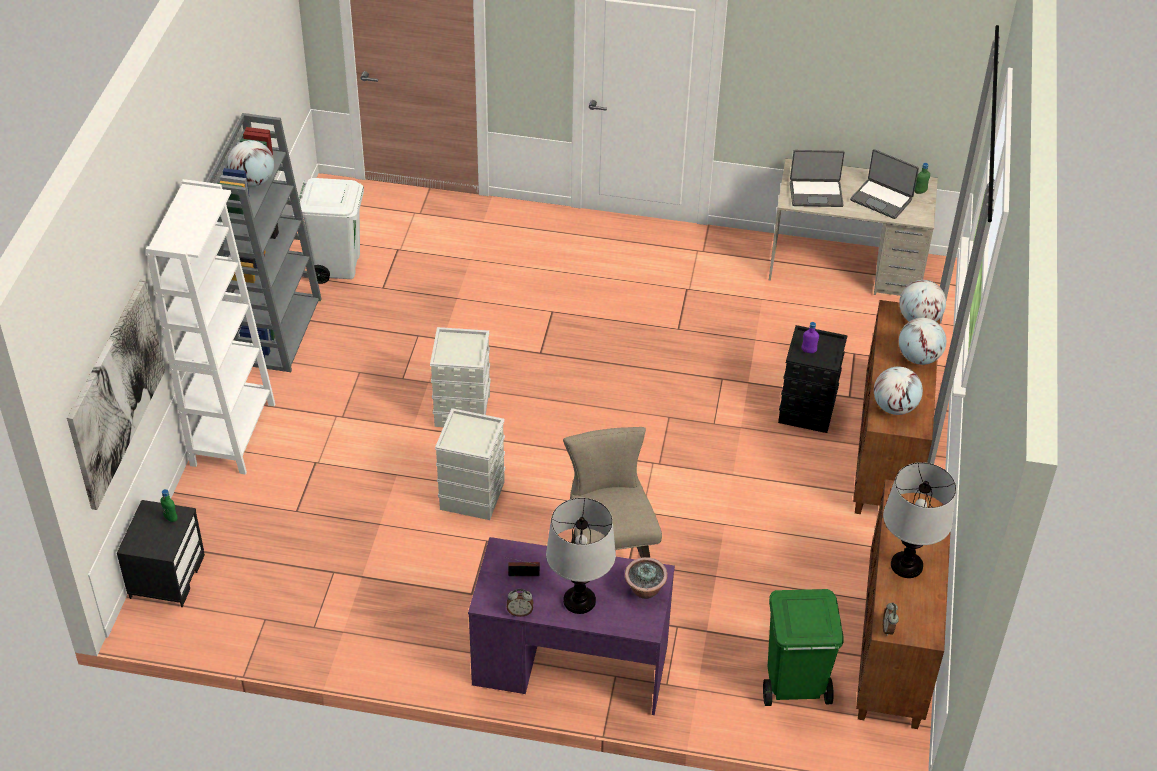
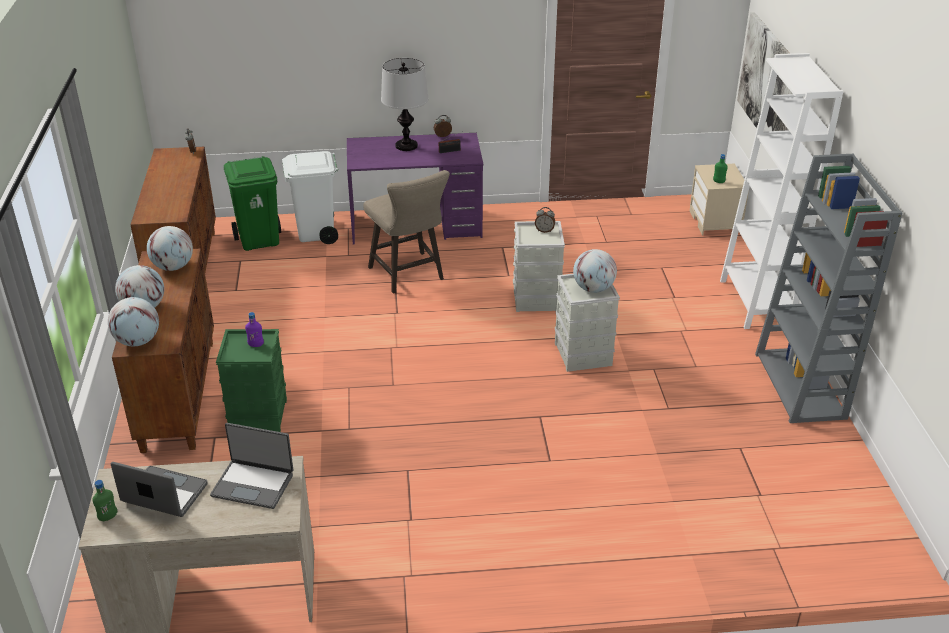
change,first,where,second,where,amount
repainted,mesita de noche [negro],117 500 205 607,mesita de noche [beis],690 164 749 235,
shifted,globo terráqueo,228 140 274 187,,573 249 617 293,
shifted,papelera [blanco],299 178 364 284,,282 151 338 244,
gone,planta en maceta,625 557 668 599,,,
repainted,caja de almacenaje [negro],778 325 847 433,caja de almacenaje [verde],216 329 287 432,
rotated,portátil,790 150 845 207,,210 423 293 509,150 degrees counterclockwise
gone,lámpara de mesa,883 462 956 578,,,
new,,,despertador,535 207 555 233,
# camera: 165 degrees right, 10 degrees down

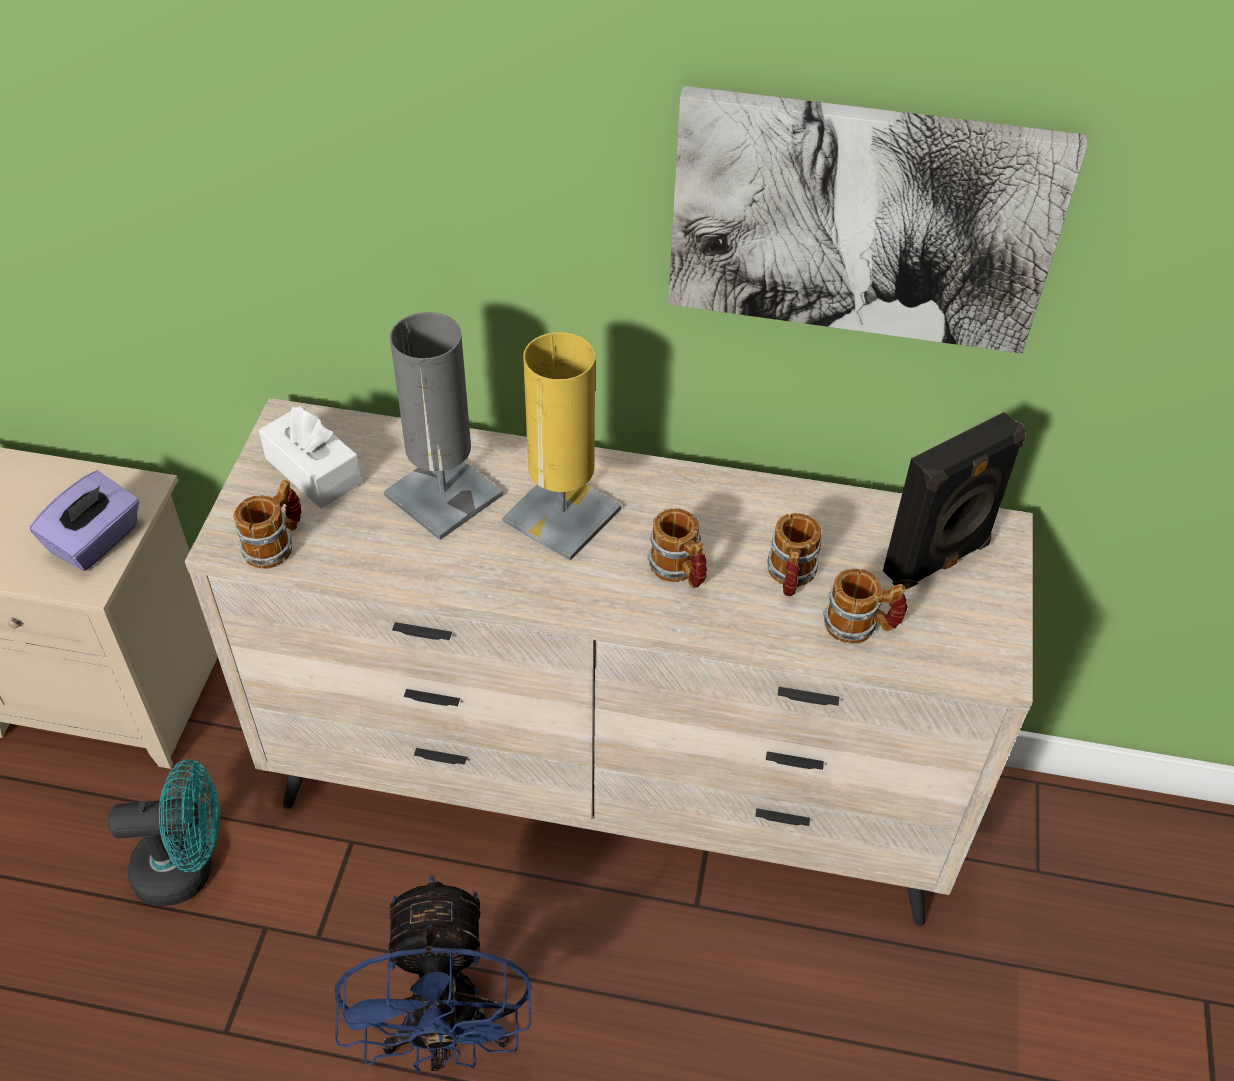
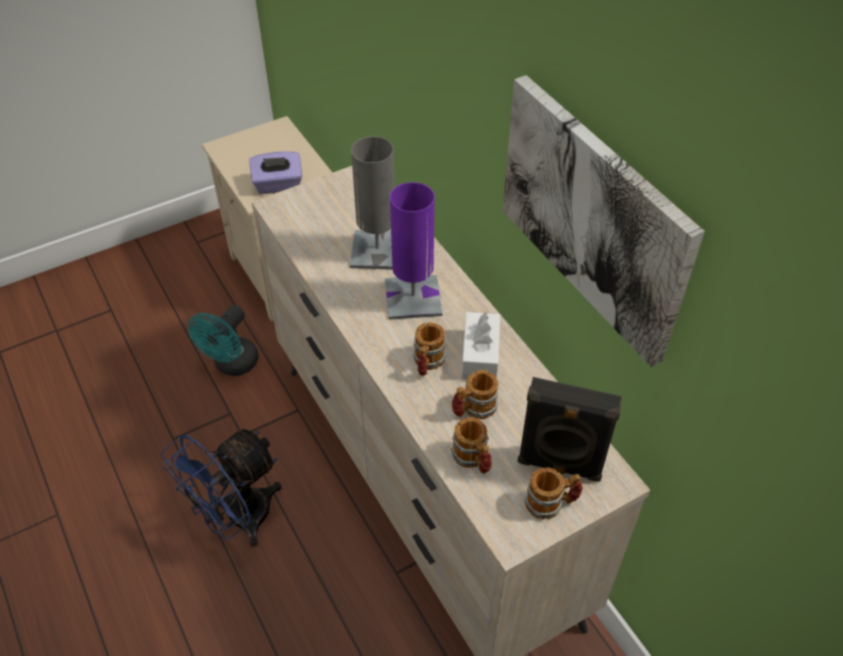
change,first,where,second,where,amount
rotated,ventilador [turquesa],108 759 219 906,,188 305 259 376,75 degrees clockwise
shifted,taza grande,234 480 302 569,,524 467 582 519,
shifted,caja de pañuelos [blanco],259 406 362 508,,462 312 500 379,
repainted,lámpara de mesa [amarillo],502 332 621 561,lámpara de mesa [morado],385 182 442 320,
# camera: 50 degrees right, 0 degrees up

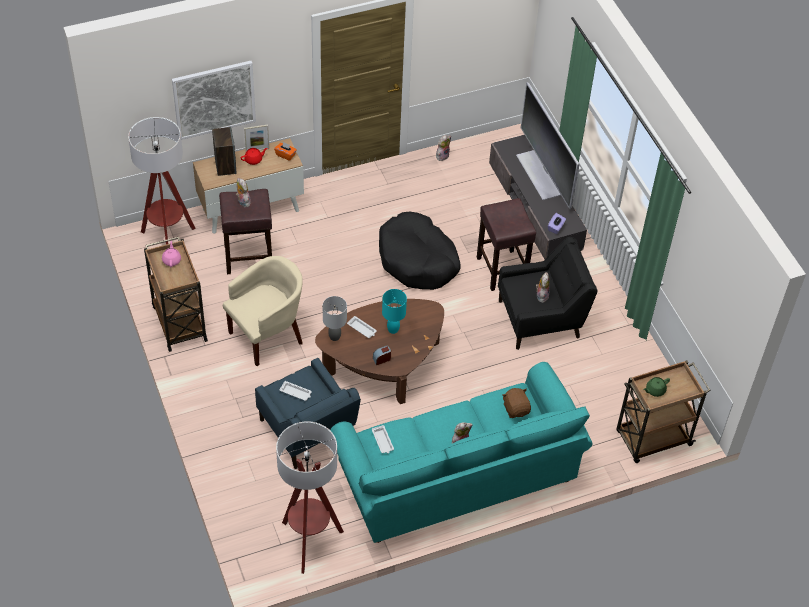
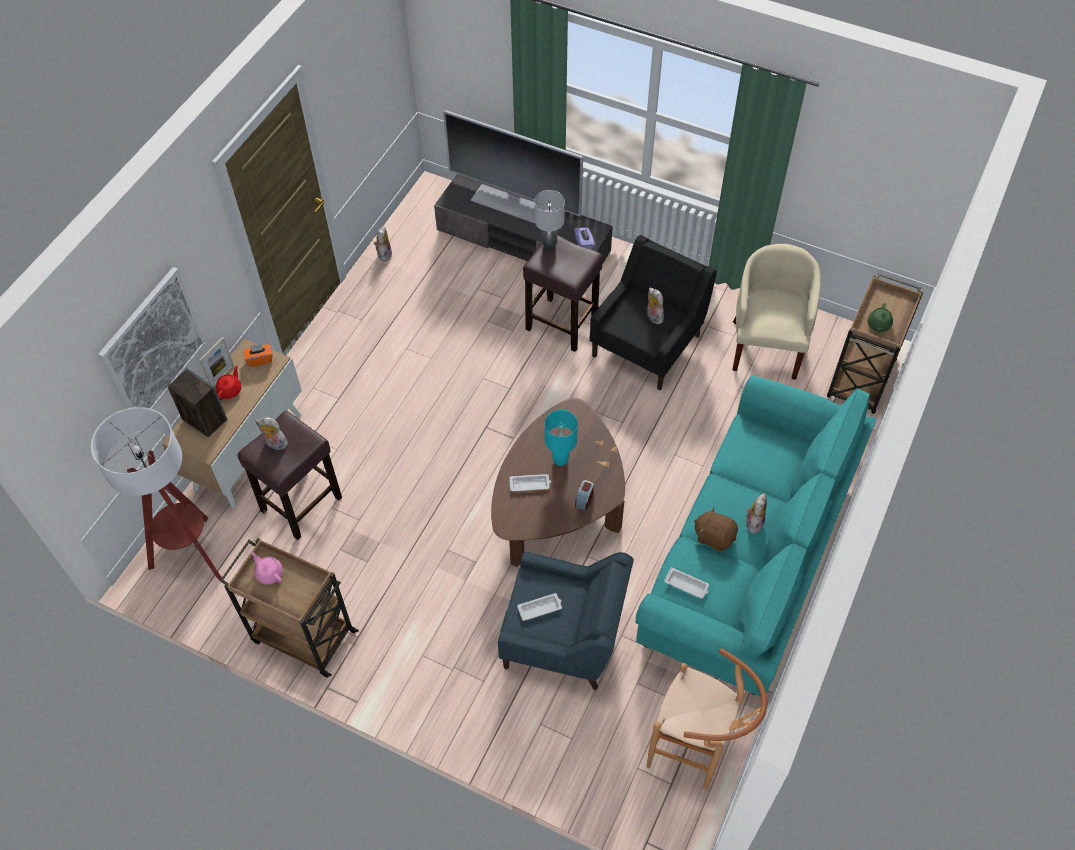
change,first,where,second,where,amount
shifted,sillón [beis],223 256 303 366,,733 244 821 380,
swapped,lámpara de pie,276 421 344 574,taburete [marrón],647 648 768 789,
shifted,lámpara de mesa [gris],323 296 347 341,,534 190 565 249,
gone,cama para perro [negro],379 211 461 290,,,
shifted,peluche [marrón],503 388 531 418,,694 507 738 551,
# camera: 40 degrees left, 5 degrees up

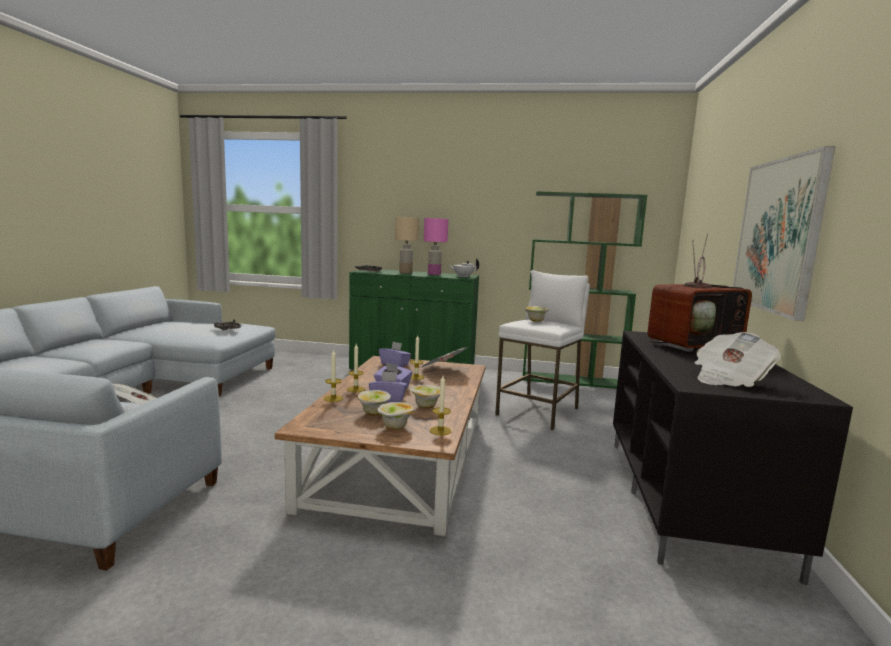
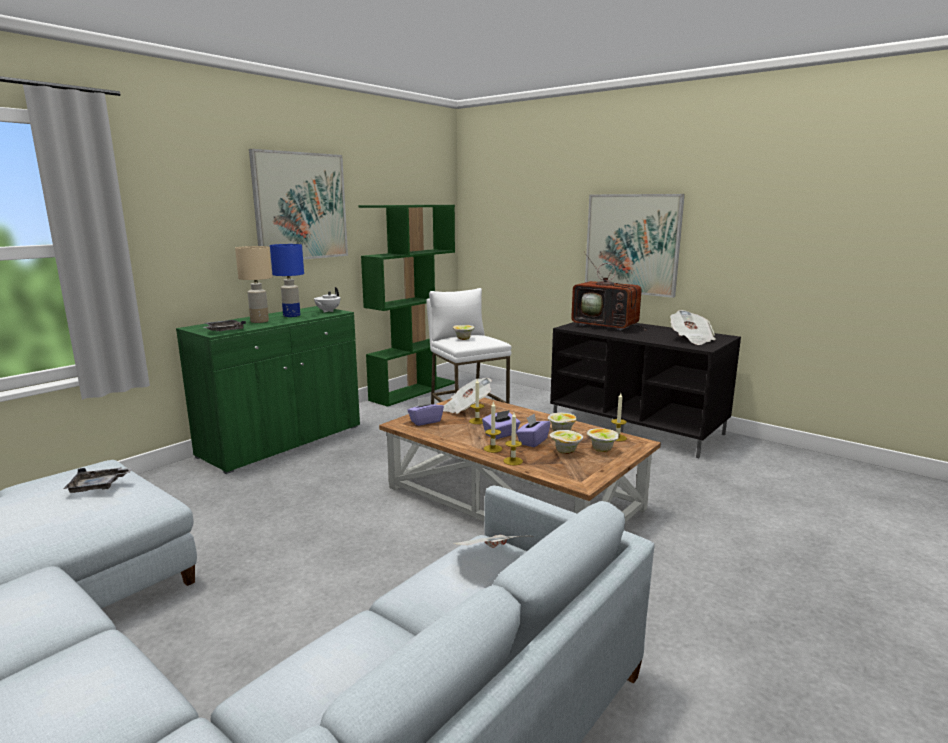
change,first,where,second,where,amount
repainted,lámpara de mesa [rosa],424 218 448 275,lámpara de mesa [azul],270 244 304 317,
rotated,televisor,648 234 752 352,,571 247 647 331,120 degrees clockwise
new,,,cuadro,249 149 348 260,
# camera: 60 degrees left, 5 degrees up

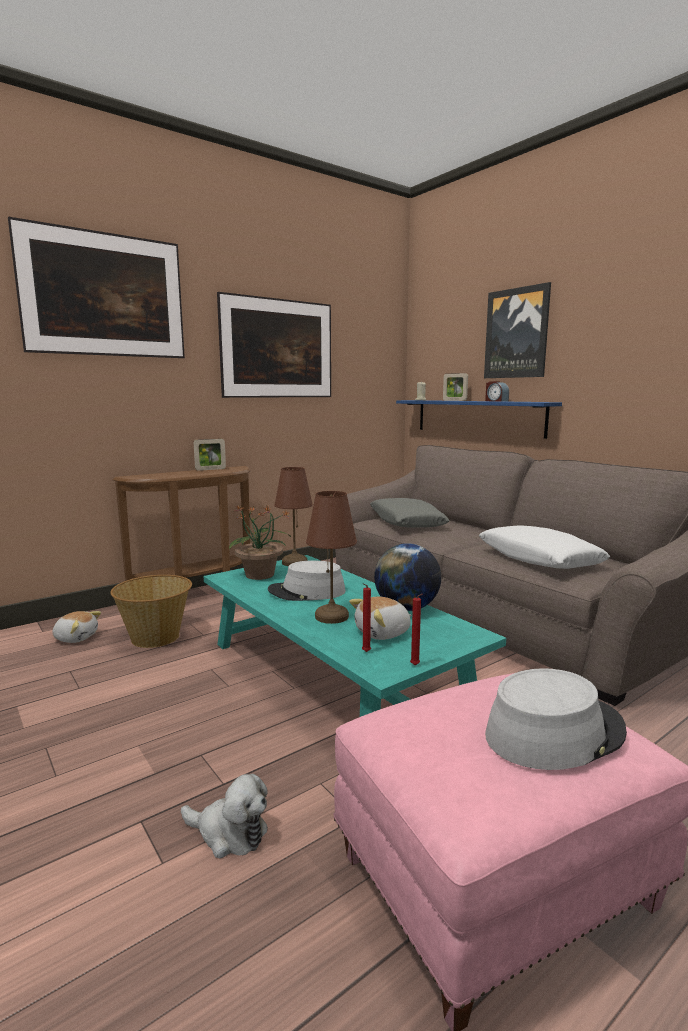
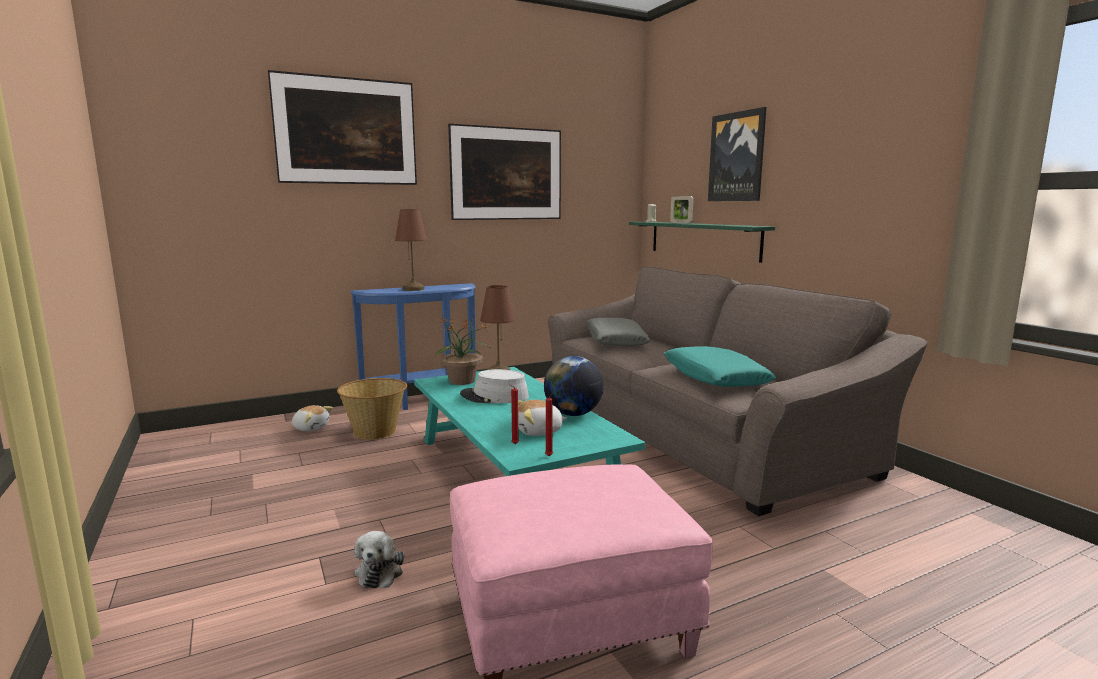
change,first,where,second,where,amount
repainted,mesa consola [marrón],113 466 251 581,mesa consola [azul],350 283 476 410,
rotated,peluche,181 774 268 858,,355 531 404 588,60 degrees clockwise
gone,portarretratos,194 439 226 471,,,
shifted,lámpara de mesa [marrón],306 491 357 624,,395 209 427 291,
repainted,estante [azul],396 400 562 439,estante [verde],629 222 775 263,
repainted,cojín [blanco],479 525 611 569,cojín [turquesa],664 346 776 387,
gone,despertador,485 381 509 402,,,
gone,sombrero [gris],485 668 627 770,,,
# camera: 10 degrees right, 0 degrees up

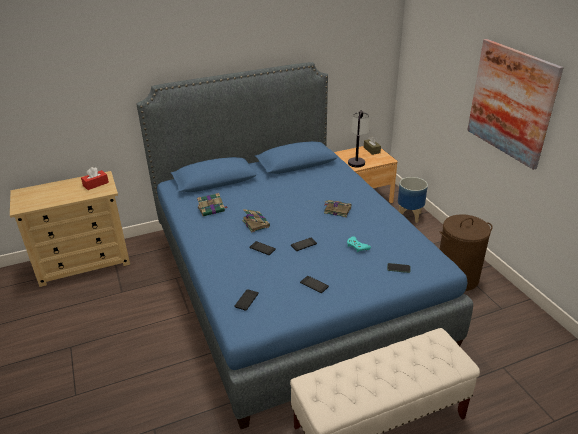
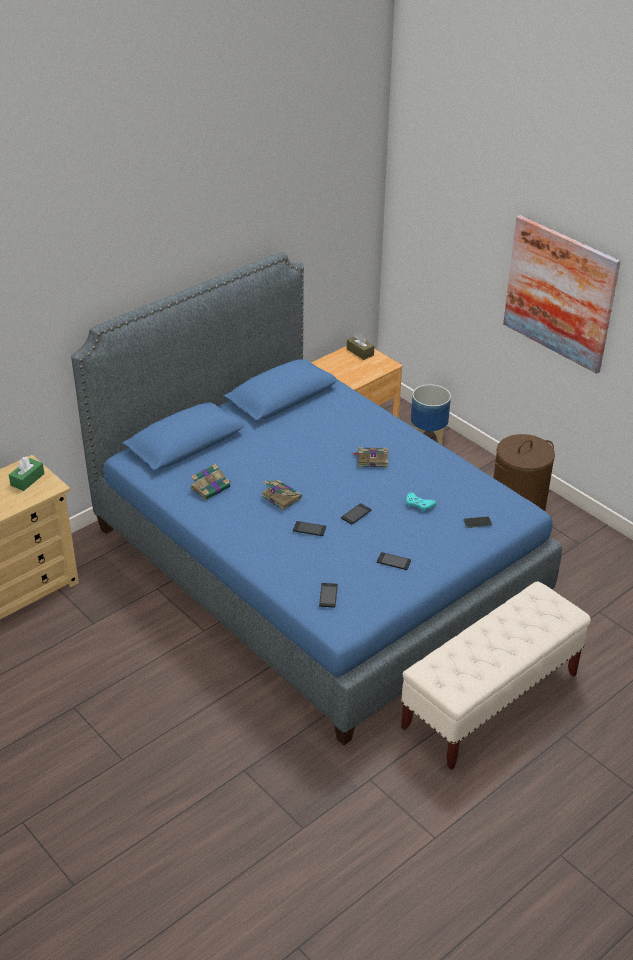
change,first,where,second,where,amount
repainted,caja de pañuelos [rojo],81 167 109 190,caja de pañuelos [verde],9 456 44 491,
gone,lámpara de mesa,348 110 369 167,,,
# camera: 20 degrees left, 5 degrees up

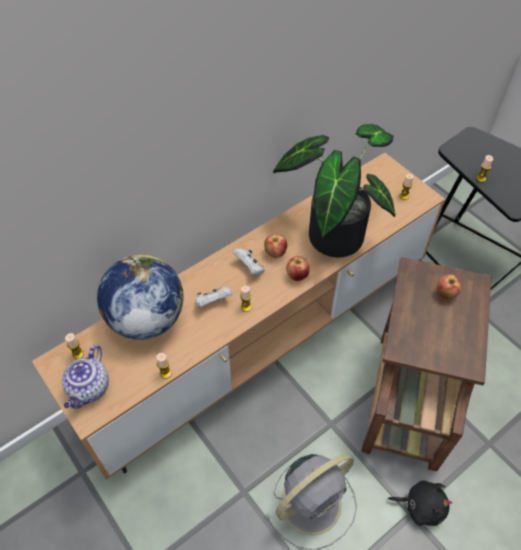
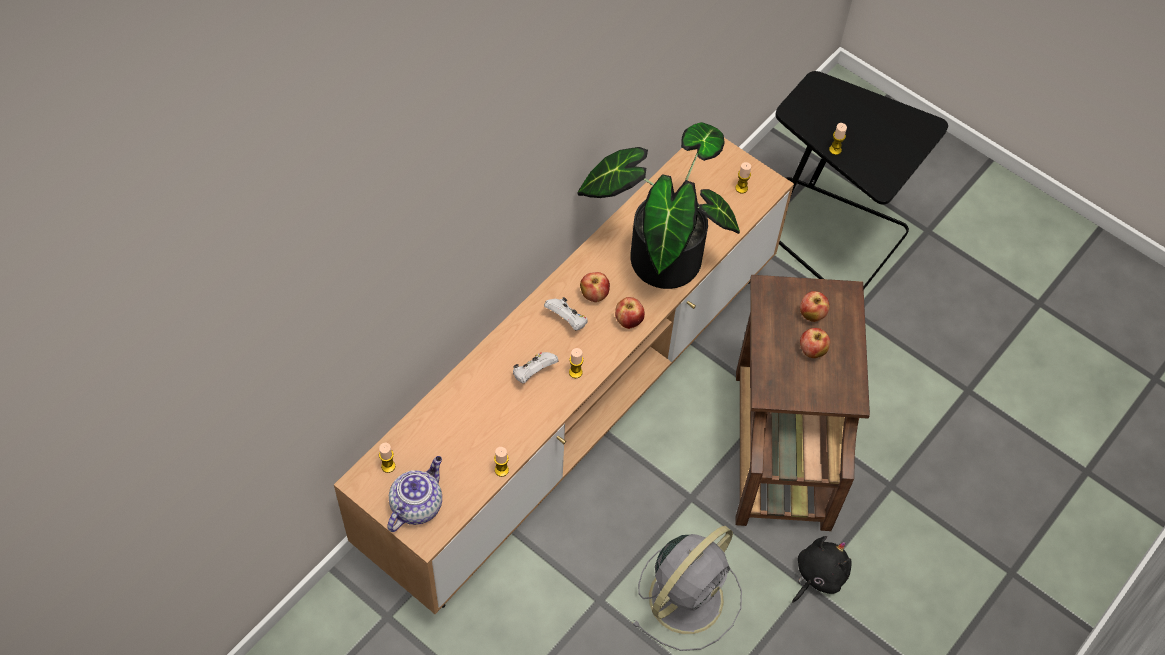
change,first,where,second,where,amount
rotated,tetera,62 345 109 409,,387 456 442 532,150 degrees counterclockwise
gone,globo terráqueo,97 254 184 340,,,
rotated,peluche [negro],388 481 453 526,,792 536 851 603,45 degrees counterclockwise
new,,,manzana,800 328 830 358,
# camera: 15 degrees left, 5 degrees up

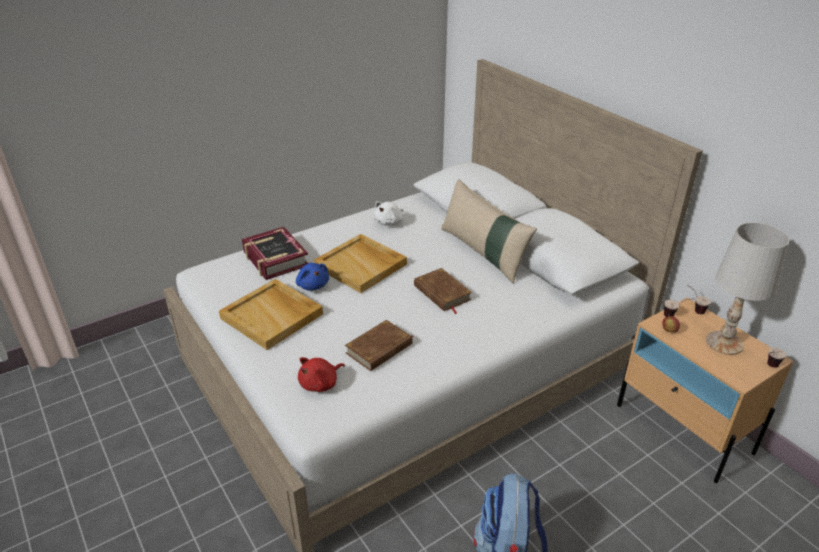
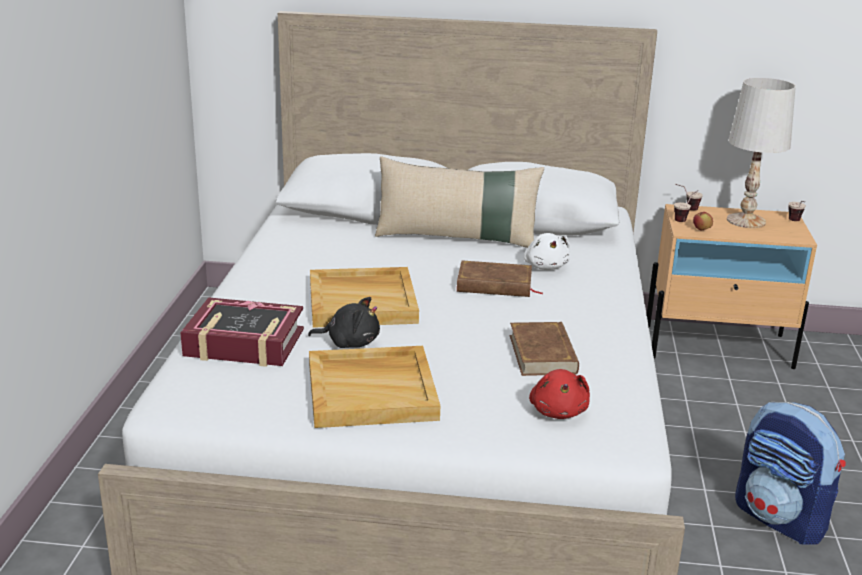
change,first,where,second,where,amount
repainted,peluche [azul],296 263 329 291,peluche [negro],308 297 380 348,
shifted,peluche [blanco],374 201 403 226,,524 233 570 270,
# camera: 50 degrees left, 10 degrees down

